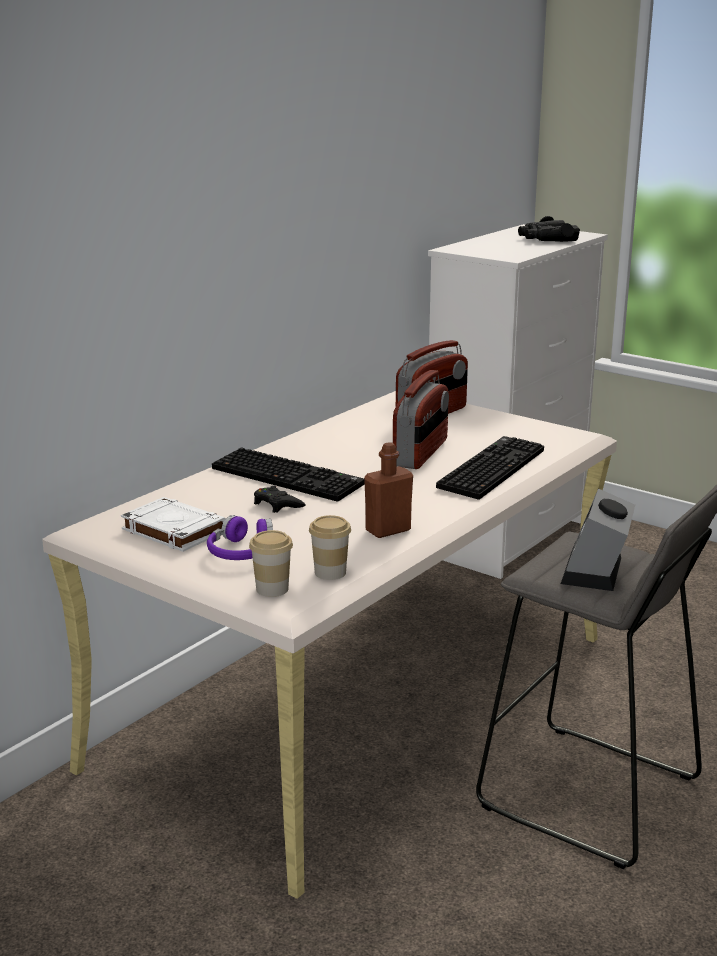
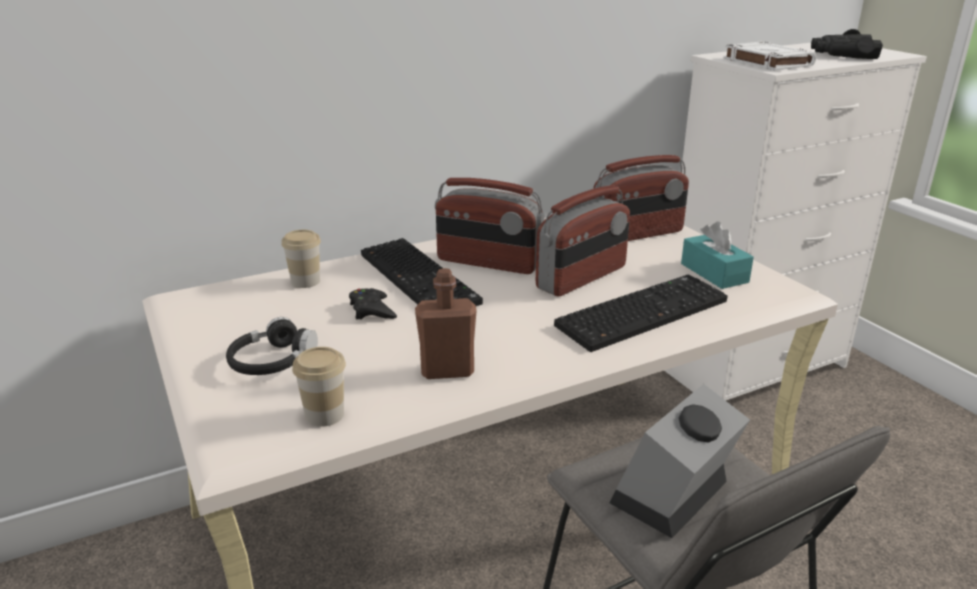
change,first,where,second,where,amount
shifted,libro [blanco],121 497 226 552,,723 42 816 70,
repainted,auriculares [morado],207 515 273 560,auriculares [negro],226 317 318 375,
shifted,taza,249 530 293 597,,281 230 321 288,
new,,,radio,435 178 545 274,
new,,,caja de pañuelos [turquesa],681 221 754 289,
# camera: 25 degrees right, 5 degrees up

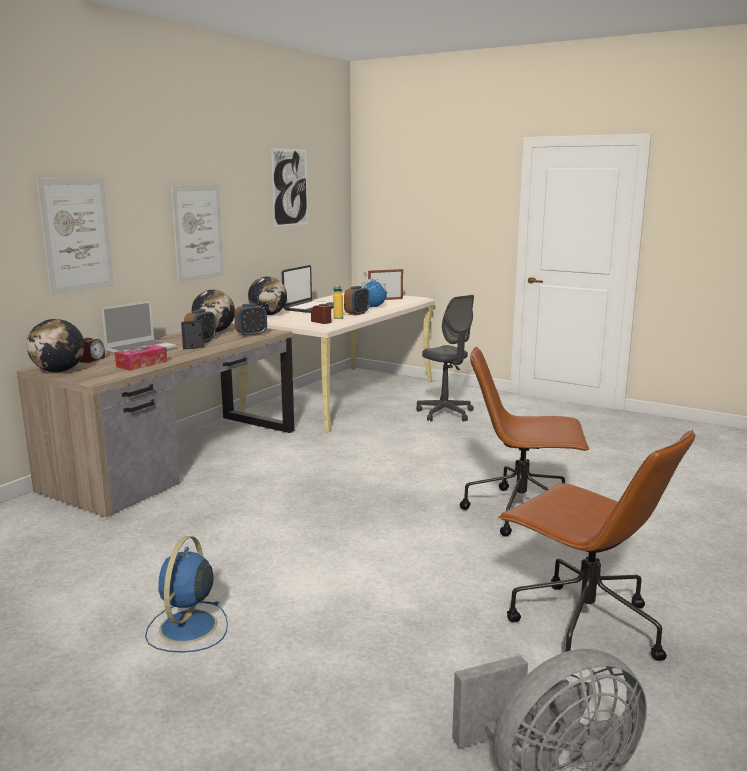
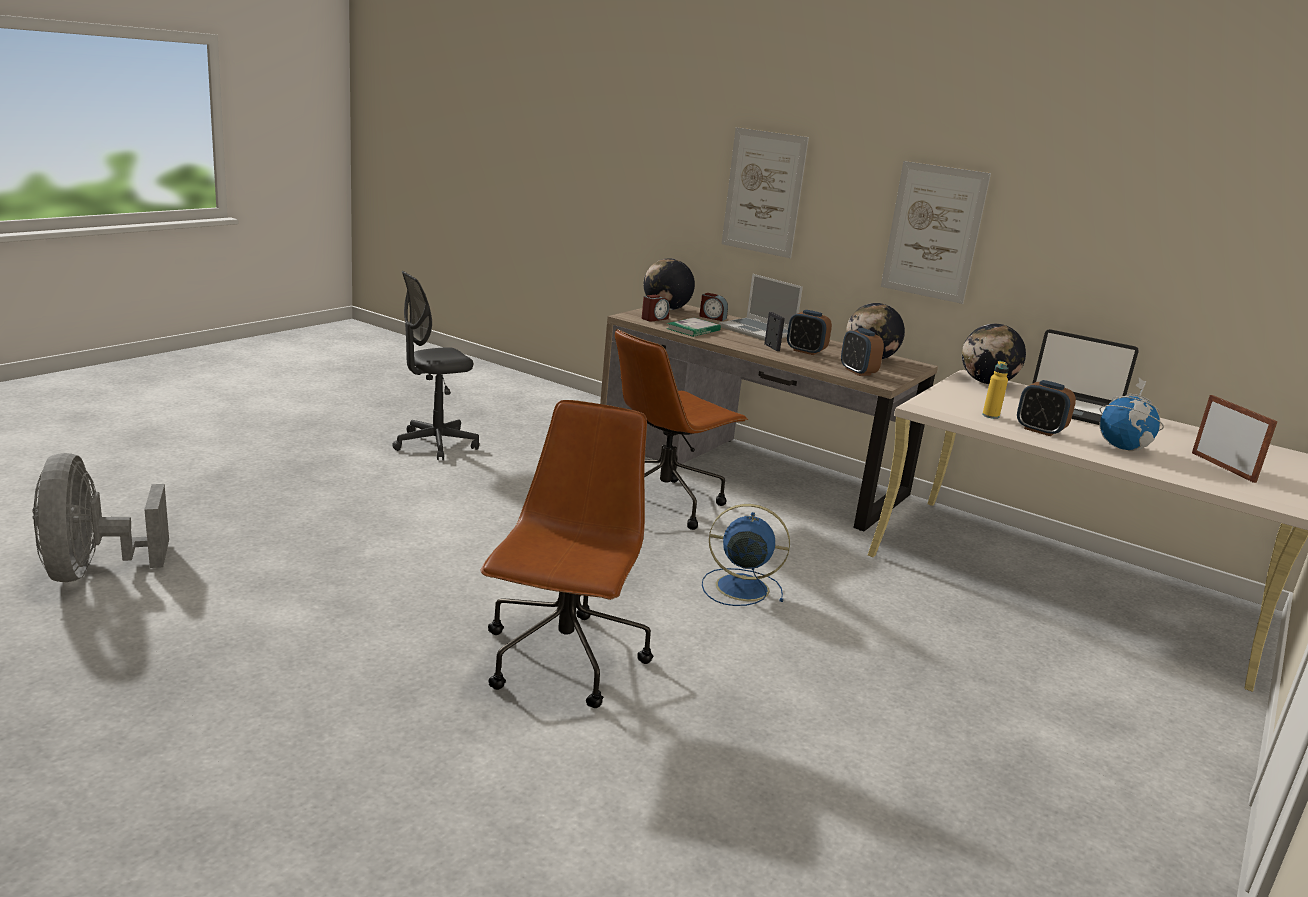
change,first,where,second,where,amount
swapped,caja de pañuelos,114 344 167 371,libro,666 318 721 337,
shifted,ventilador [azul],145 536 228 653,,702 504 790 606,
gone,cuadro,271 148 308 227,,,
shifted,despertador,311 304 331 324,,642 295 670 321,
shifted,silla de oficina [gris],416 295 474 422,,392 271 479 460,
shifted,silla de oficina [marrón],498 430 695 661,,615 329 748 530,
# camera: 90 degrees right, 5 degrees up

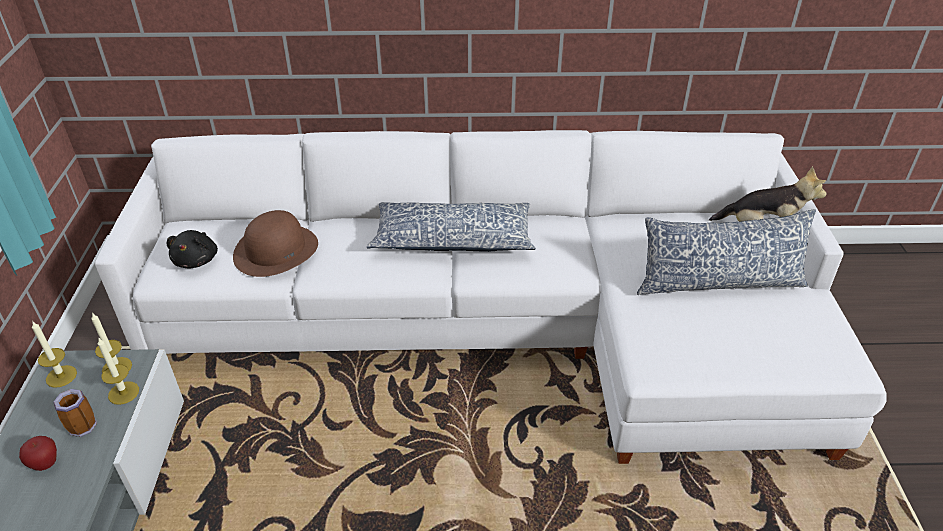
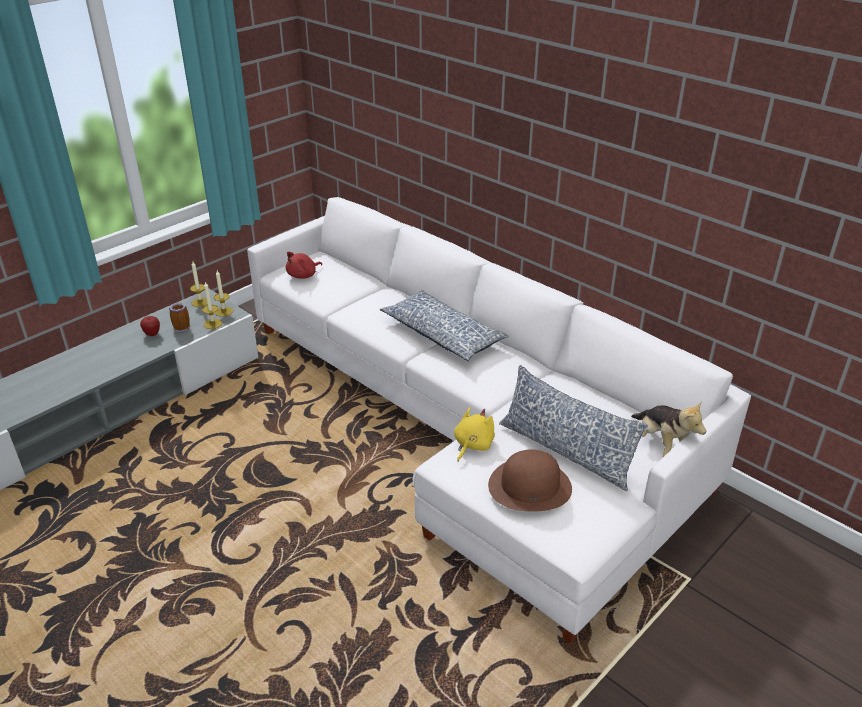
change,first,where,second,where,amount
repainted,peluche [negro],167 230 218 268,peluche [rojo],286 252 322 279,
shifted,sombrero [marrón],233 210 318 277,,488 450 572 512,
new,,,peluche [amarillo],454 408 495 462,
# camera: 45 degrees right, 5 degrees down

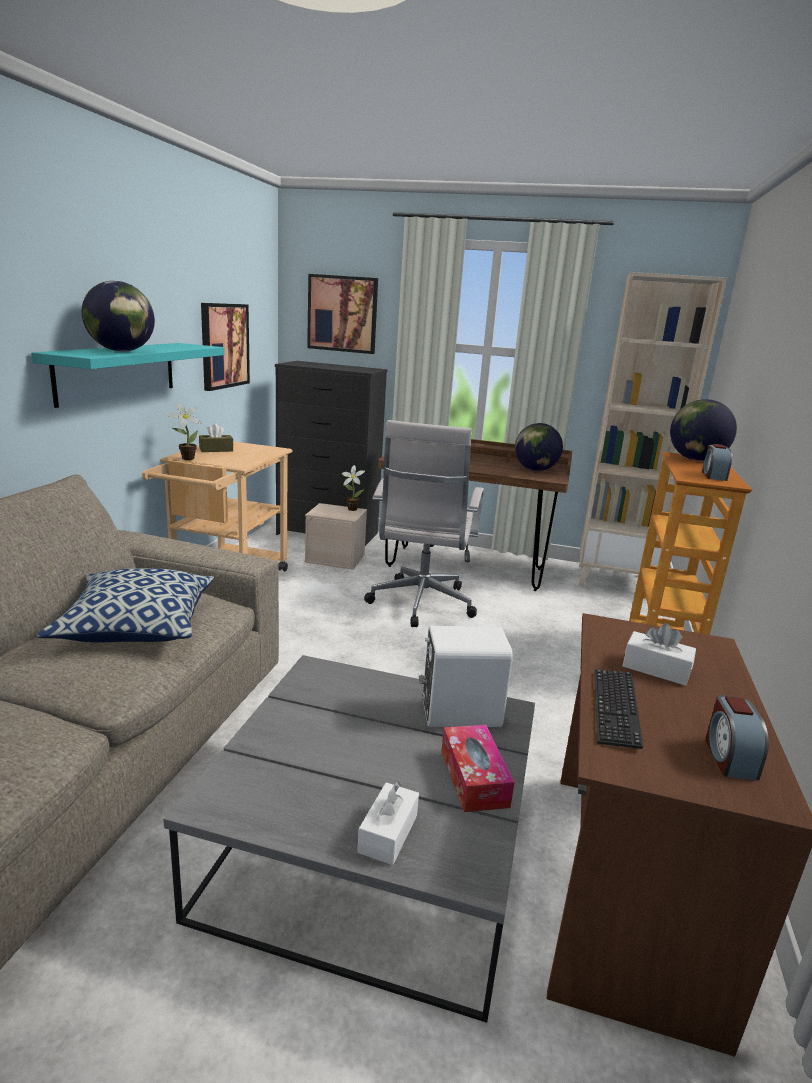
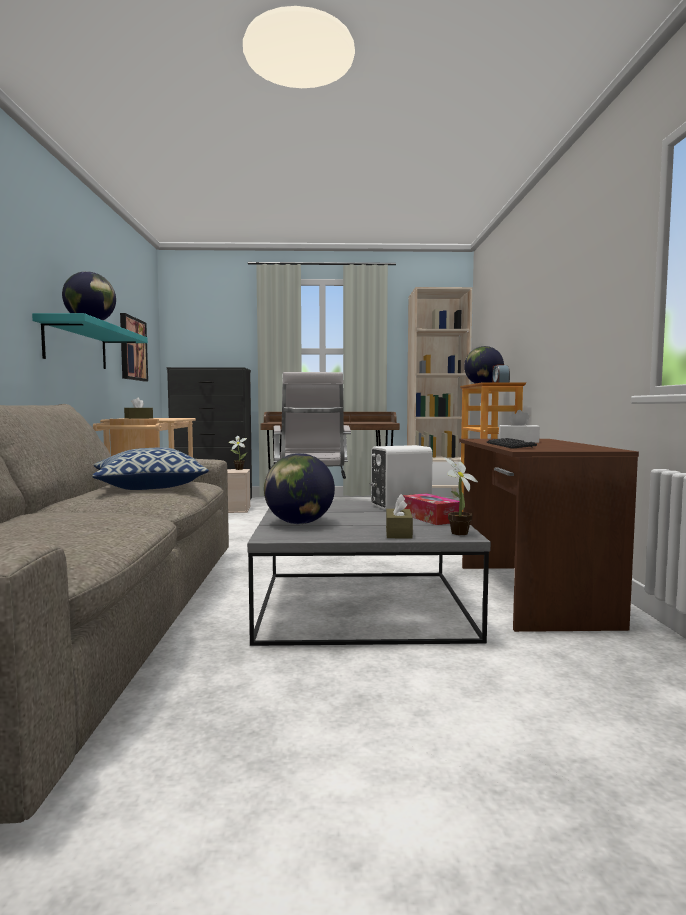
change,first,where,second,where,amount
shifted,planta en maceta,168 403 202 460,,444 457 478 535,
gone,cuadro,307 274 378 354,,,
repainted,caja de pañuelos [blanco],357 782 419 865,caja de pañuelos [marrón],386 494 413 539,
shifted,globo terráqueo,515 423 563 471,,264 453 335 524,
gone,despertador,705 695 769 781,,,
# camera: 15 degrees left, 15 degrees down

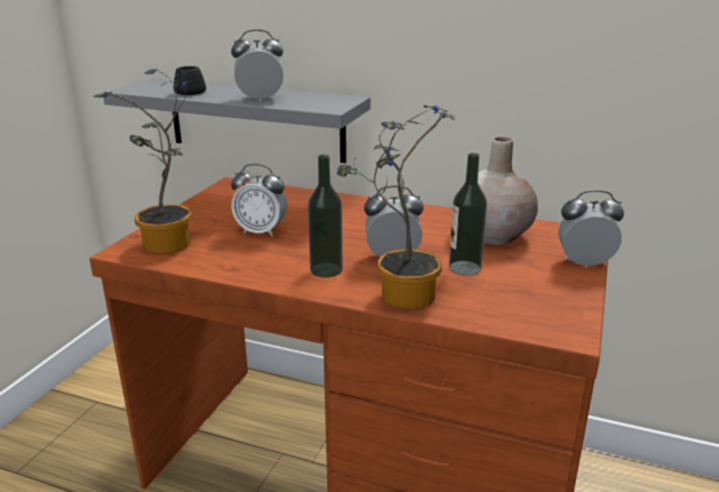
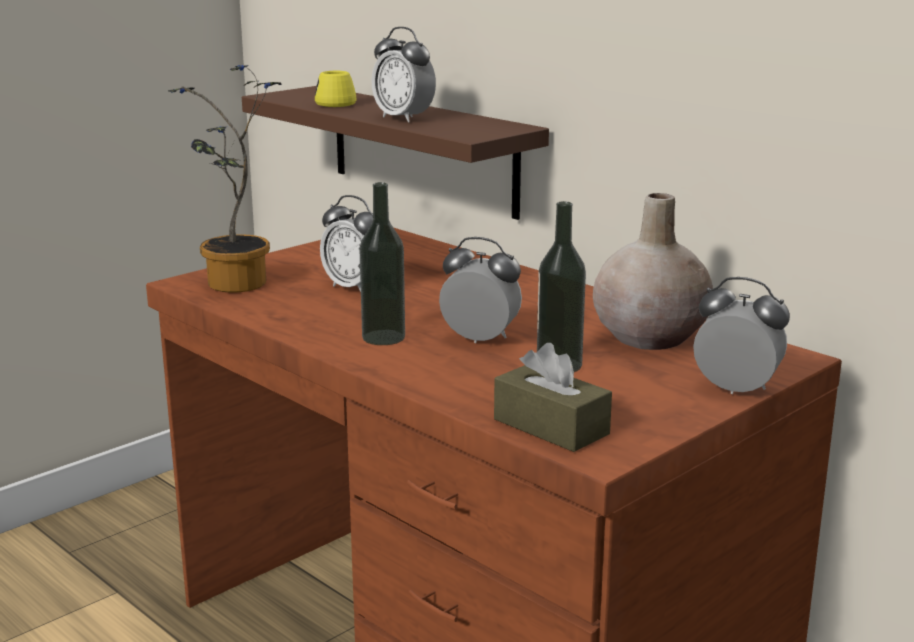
change,first,where,second,where,amount
repainted,estante [gris],103 78 370 163,estante [marrón],242 86 549 220,
repainted,taza grande [negro],173 66 206 95,taza grande [amarillo],315 71 356 107,
rotated,despertador,231 29 283 101,,371 27 436 123,150 degrees counterclockwise
gone,planta en maceta,337 105 456 310,,,
new,,,caja de pañuelos [marrón],494 343 612 452,
# camera: 25 degrees right, 5 degrees down

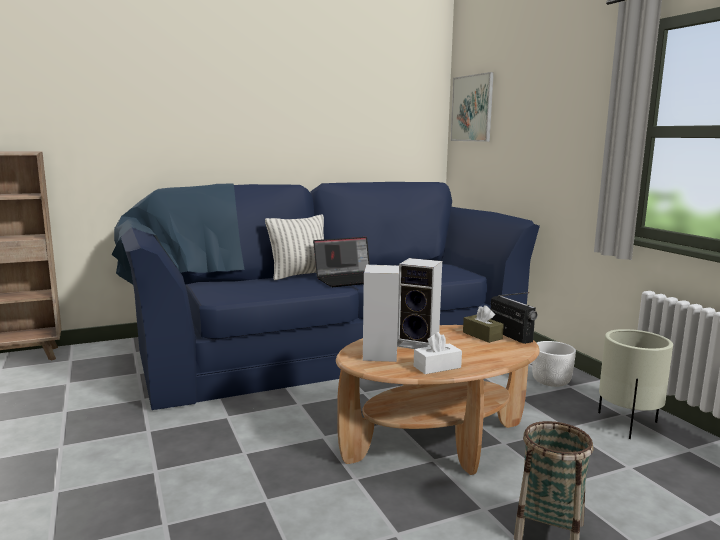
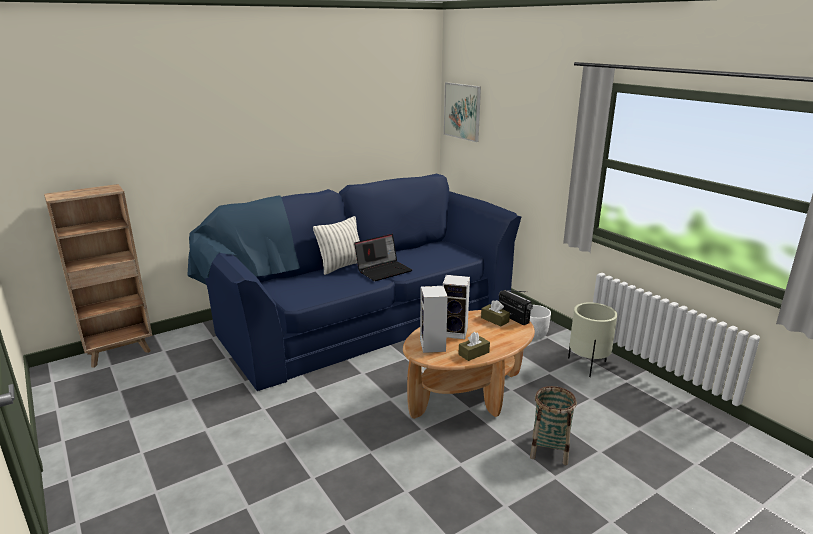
change,first,where,second,where,amount
repainted,caja de pañuelos [blanco],414 332 462 374,caja de pañuelos [marrón],458 332 490 361,
# camera: 10 degrees left, 10 degrees up

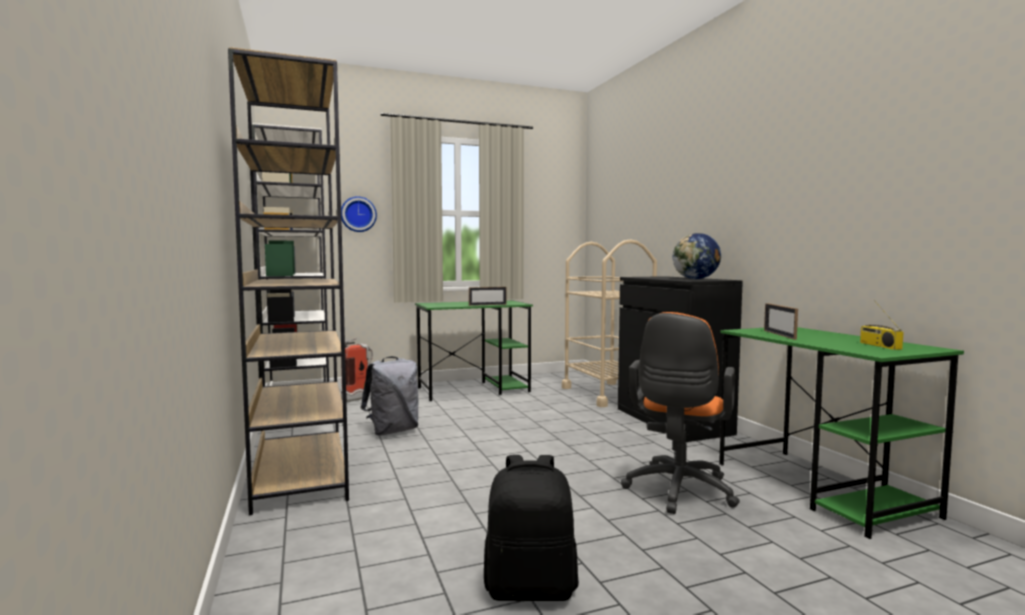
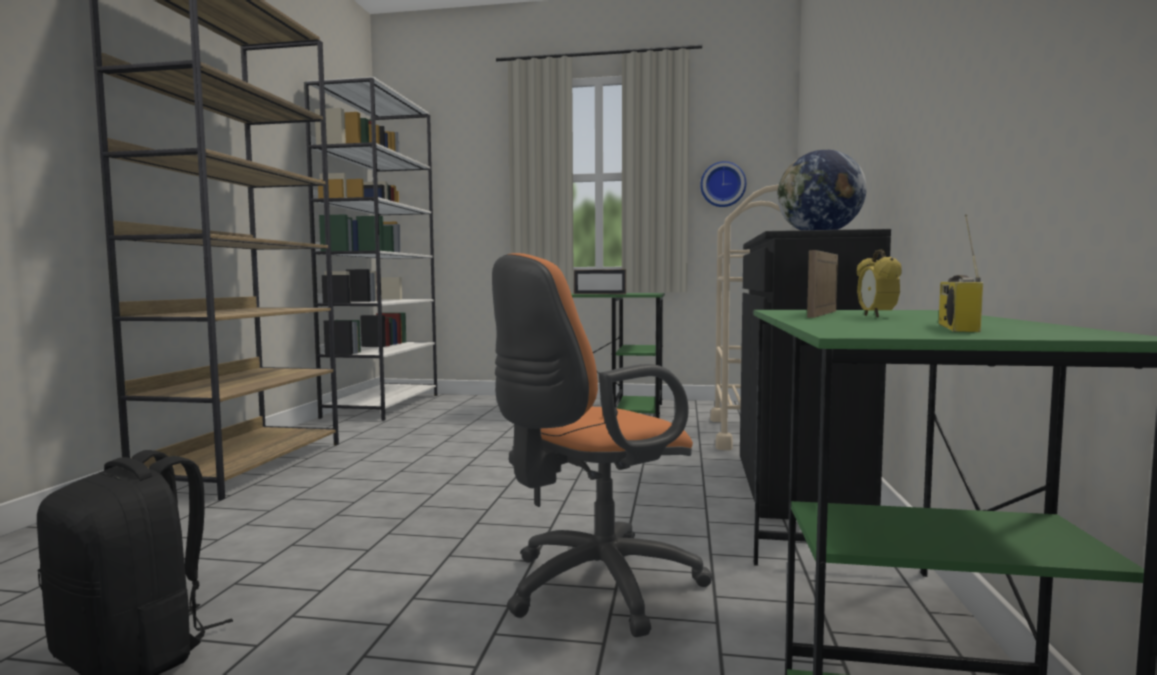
change,first,where,second,where,amount
shifted,reloj de pared,341 196 377 232,,700 161 746 207,
gone,extintor,341 338 373 402,,,
gone,mochila [gris],360 356 418 436,,,
new,,,despertador,857 249 902 317,
# camera: 30 degrees right, 0 degrees up

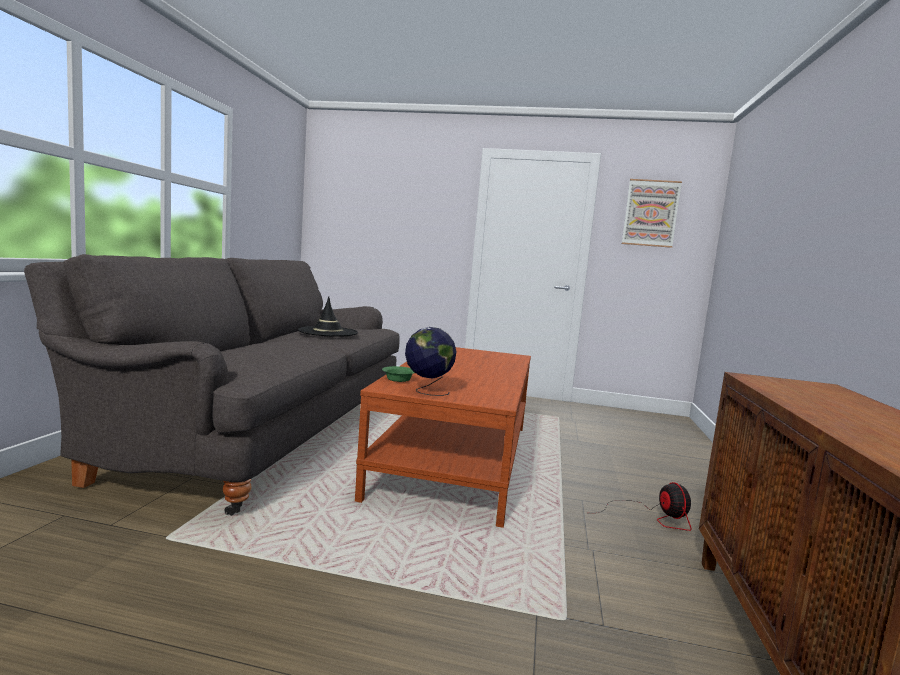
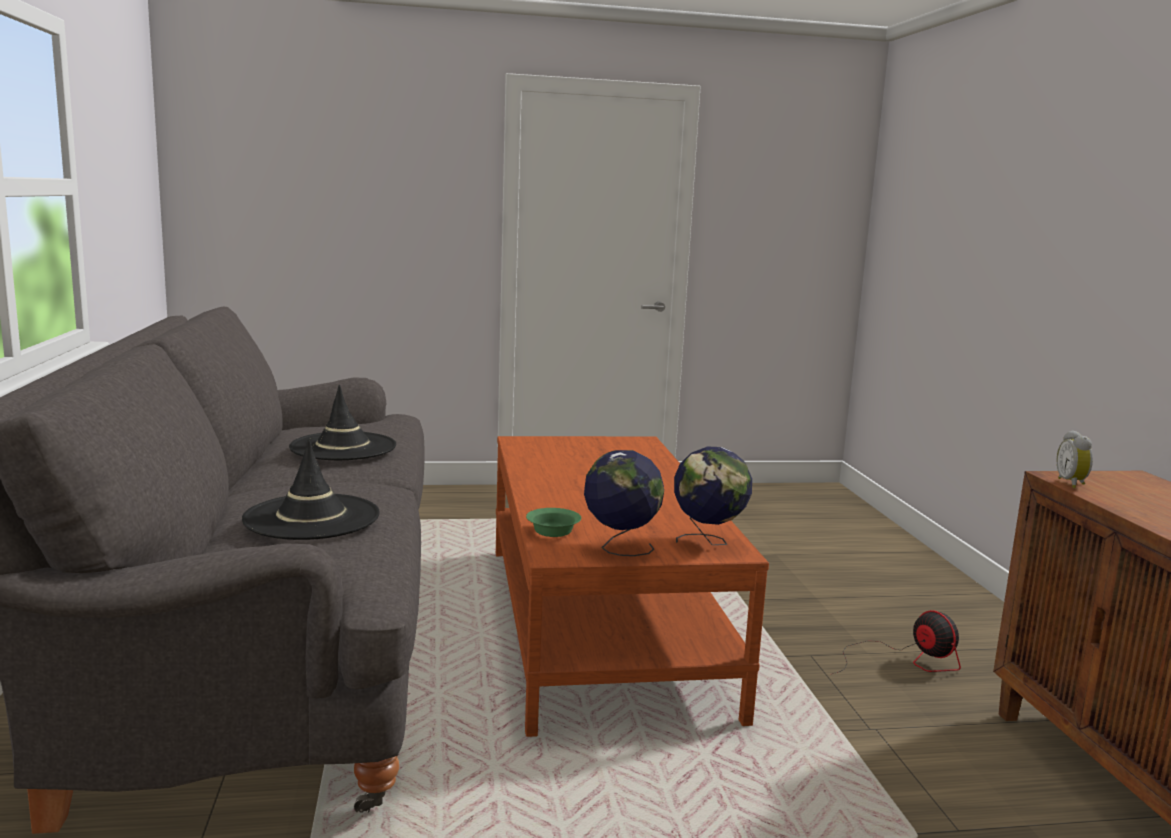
change,first,where,second,where,amount
gone,cuadro,622 179 682 248,,,
new,,,sombrero [negro],242 439 380 540,
new,,,globo terráqueo,674 446 752 545,
new,,,despertador,1056 430 1093 488,
# camera: 20 degrees left, 5 degrees up

